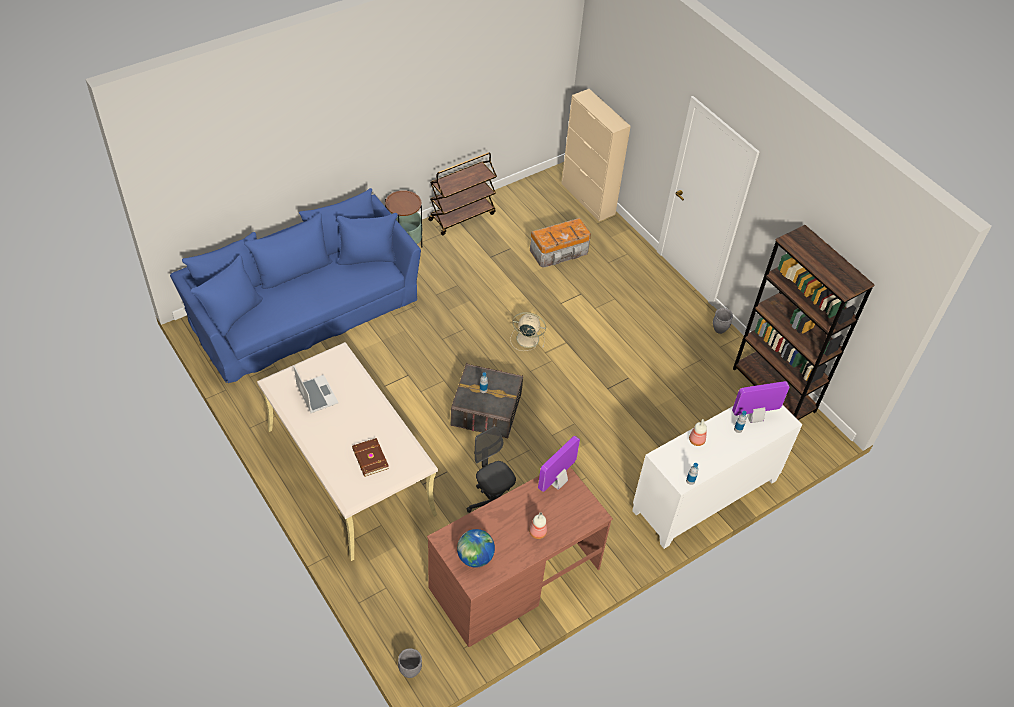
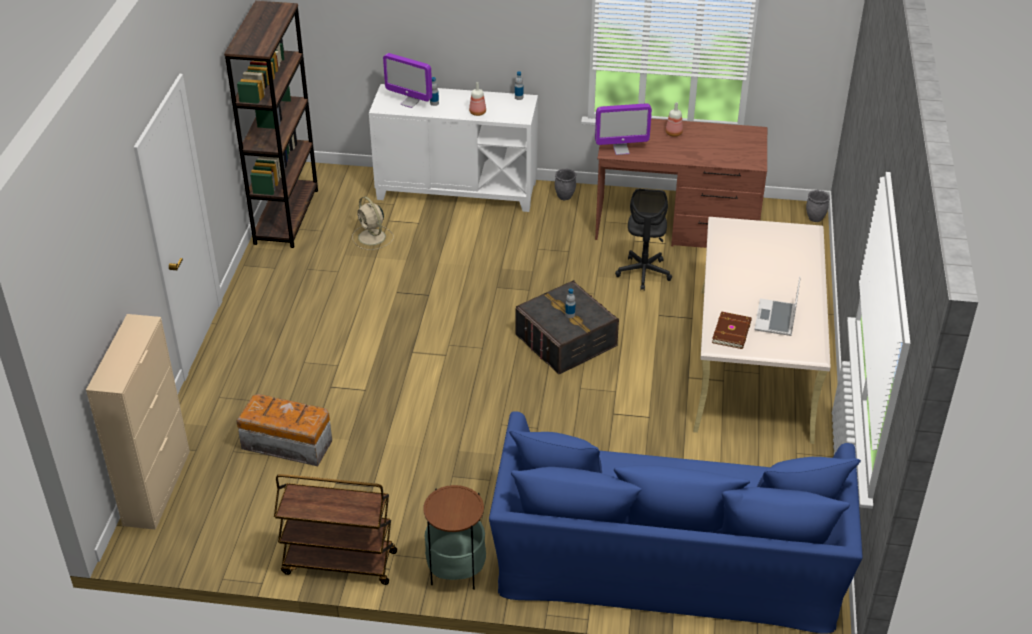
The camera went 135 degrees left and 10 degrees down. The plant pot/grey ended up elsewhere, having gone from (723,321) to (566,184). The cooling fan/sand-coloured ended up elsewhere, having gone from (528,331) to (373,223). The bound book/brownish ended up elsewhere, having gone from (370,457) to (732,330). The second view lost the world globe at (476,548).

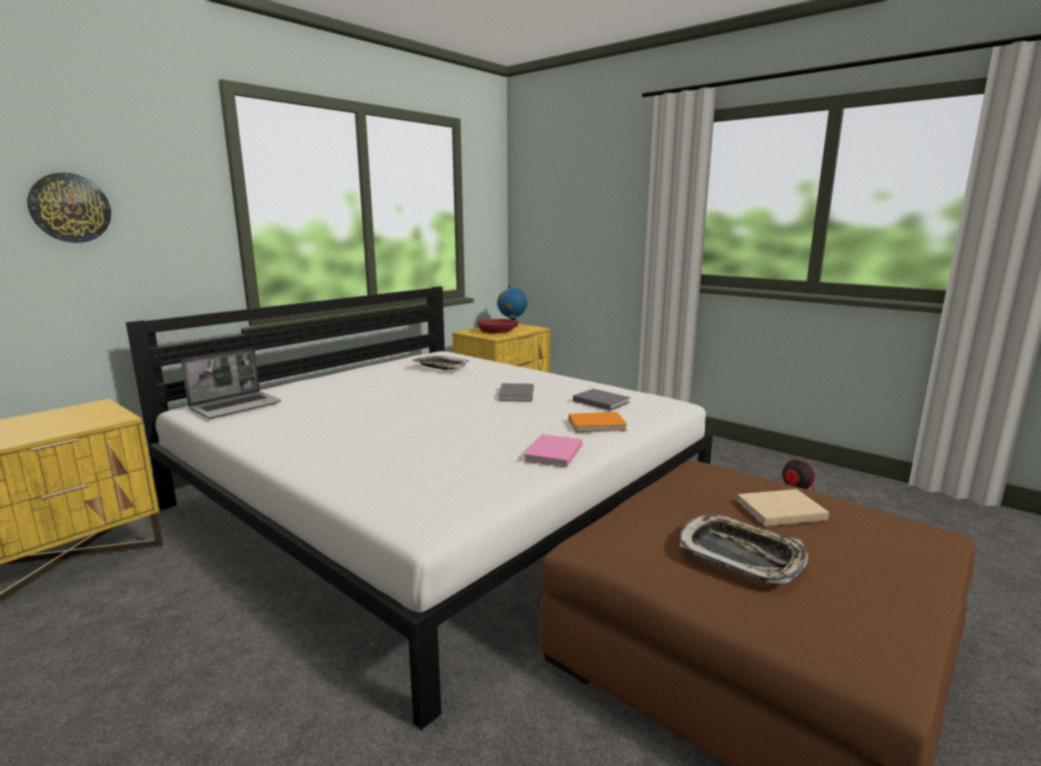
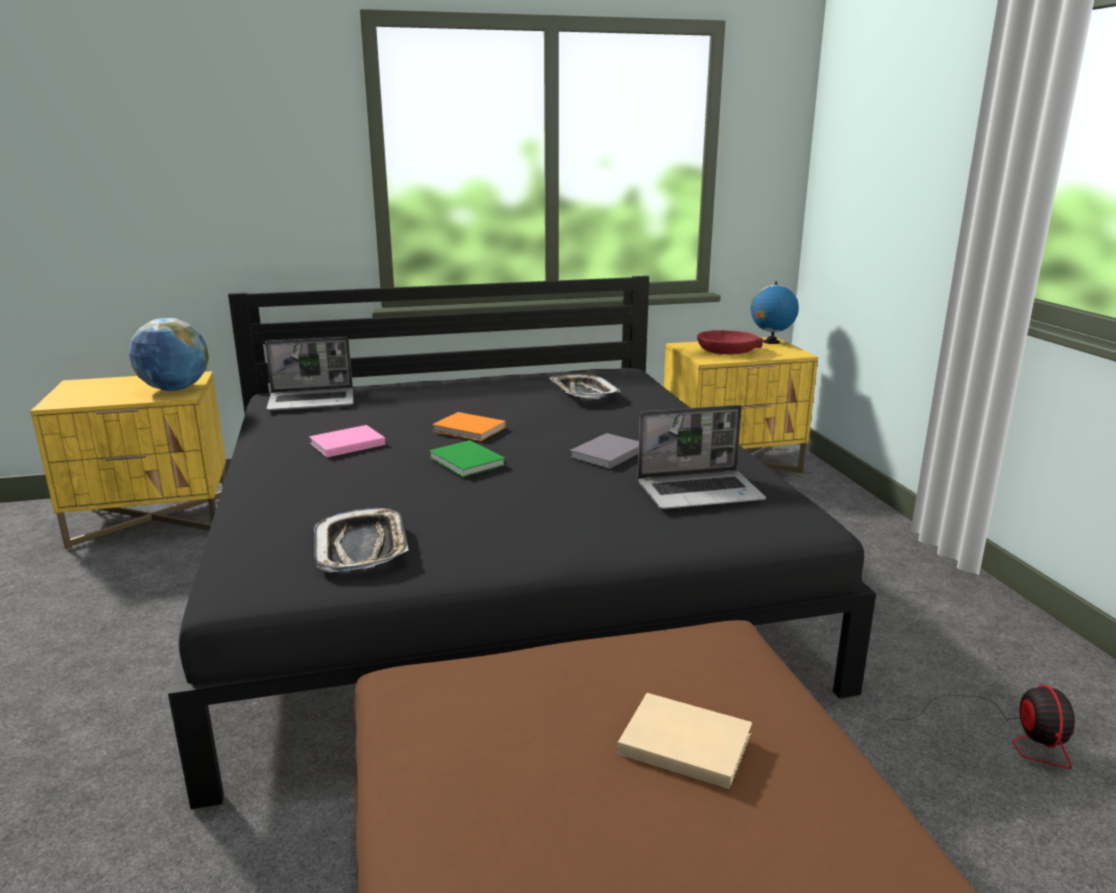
The camera went 35 degrees right and 5 degrees up. The second view lost the clock on the wall at (69,208). What was the sleeping bed/white at (419,508) turned into the sleeping bed/black-coloured at (522,542). Where the bound book/grey stood at (601,400), the notebook computer came to stand at (701,457). The bound book/orangey ended up elsewhere, having gone from (598,422) to (469,426). The bound book/pinkish ended up elsewhere, having gone from (552,450) to (347,441). The serving tray ended up elsewhere, having gone from (744,549) to (361,540). The second view gained the world globe at (169,354). The second view gained the bound book/greenish at (467,459).

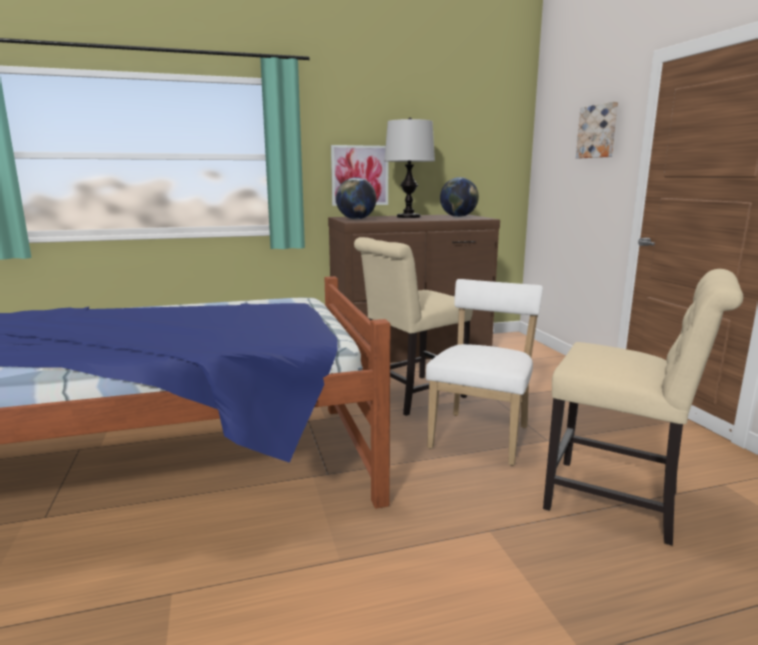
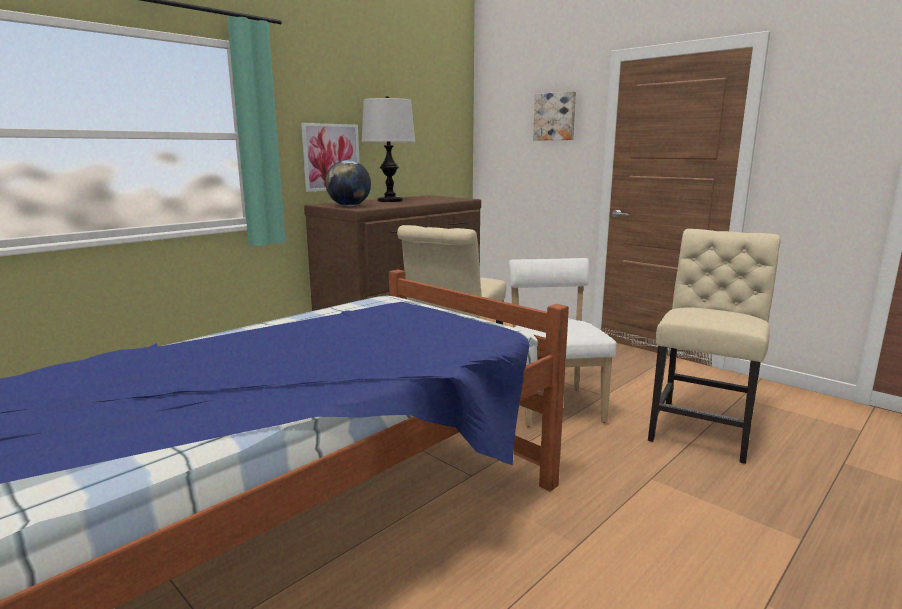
The camera went 30 degrees left and 0 degrees up. The second view lost the world globe at (459,197). The plain chair/sand-coloured at (643,407) ended up facing another way, 60 degrees counterclockwise from before.

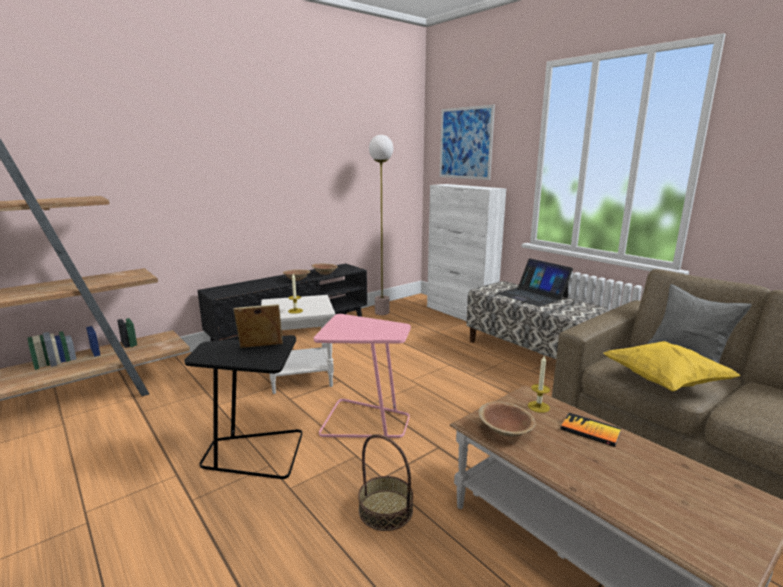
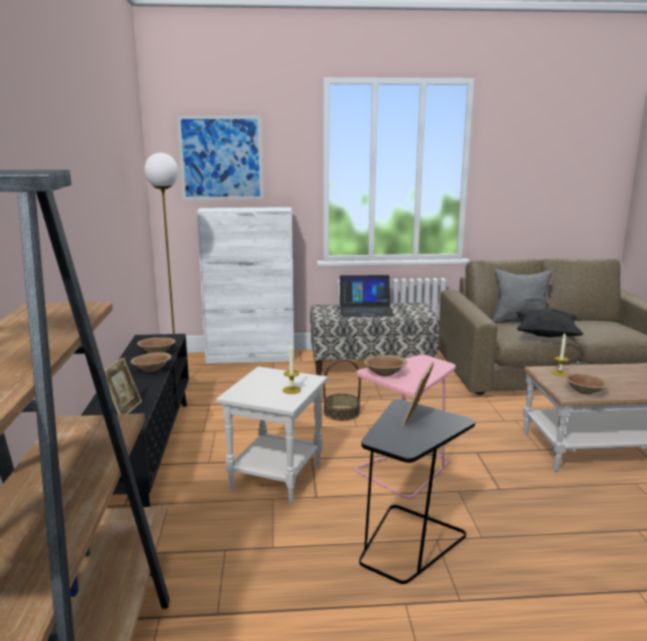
The camera went 55 degrees left and 0 degrees up. What was the cushion/yellowish at (672,366) turned into the cushion/black-coloured at (550,322). The second view lost the bound book at (591,430). The storage basket ended up elsewhere, having gone from (385,482) to (342,390). The second view gained the bowl/brownish at (385,365). The second view gained the picture frame at (123,385).

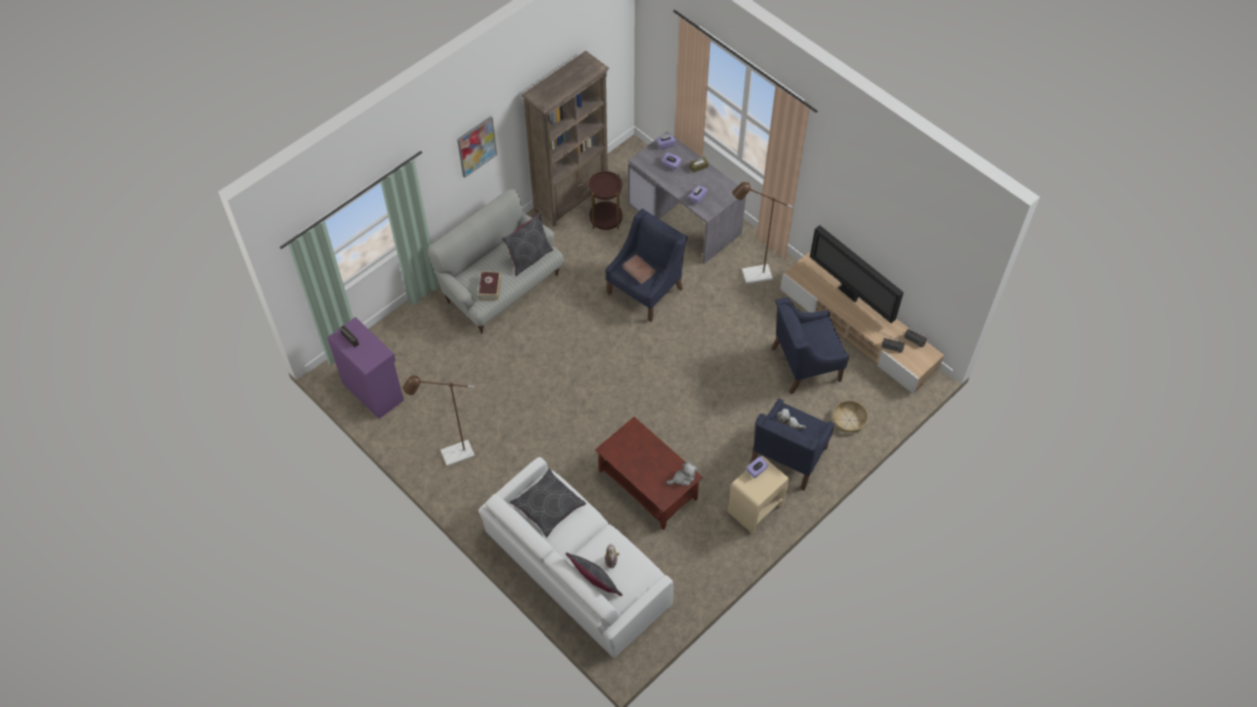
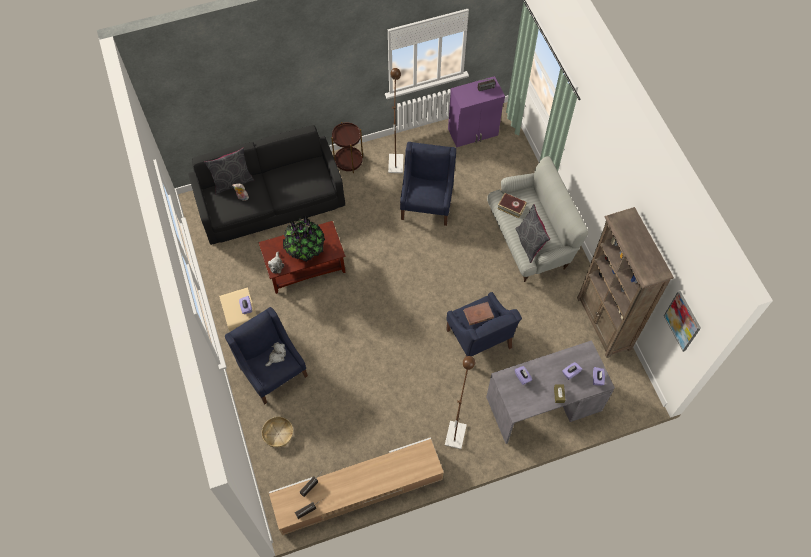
The camera went 115 degrees right and 5 degrees up. The picture ended up elsewhere, having gone from (477,147) to (682,321). The side table/brownish ended up elsewhere, having gone from (605,200) to (347,147). The second view lost the TV at (857,274). The easy chair/blue-coloured ended up elsewhere, having gone from (810,345) to (428,184). What was the settee/white at (575,557) turned into the settee/black-coloured at (267,185). The second view lost the cushion/grey at (548,503). The second view gained the potted plant at (304,239).

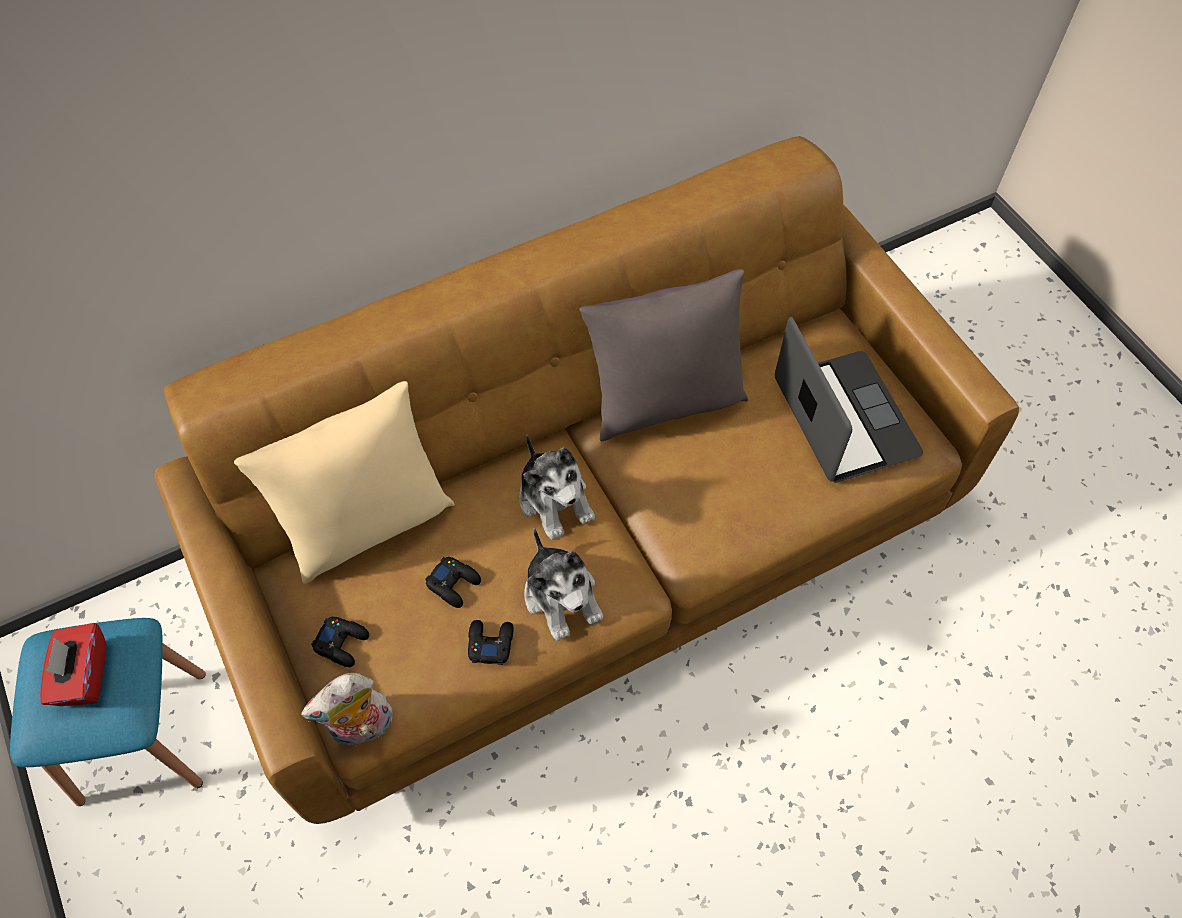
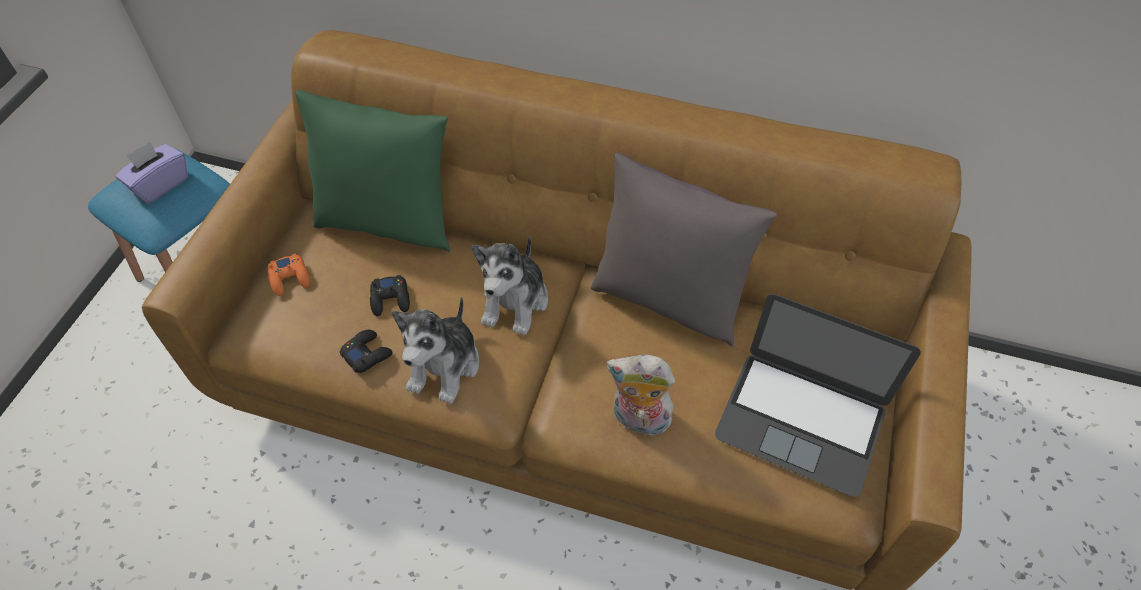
The camera went 45 degrees right and 5 degrees down. The notebook computer at (849,400) ended up facing another way, 90 degrees clockwise from before. What was the cushion/sand-coloured at (344,482) turned into the cushion/greenish at (372,171). What was the joypad/black-coloured at (340,642) turned into the joypad/orangey at (289,275). What was the tissue holder/reddish at (73,664) turned into the tissue holder/purple-coloured at (151,172). The soft toy ended up elsewhere, having gone from (346,710) to (640,397).

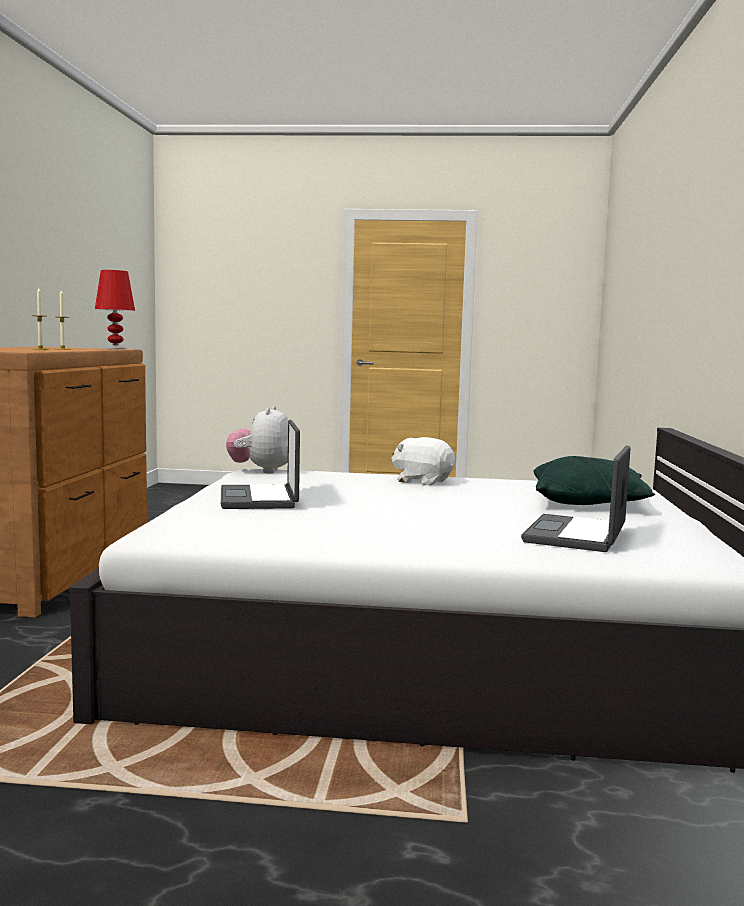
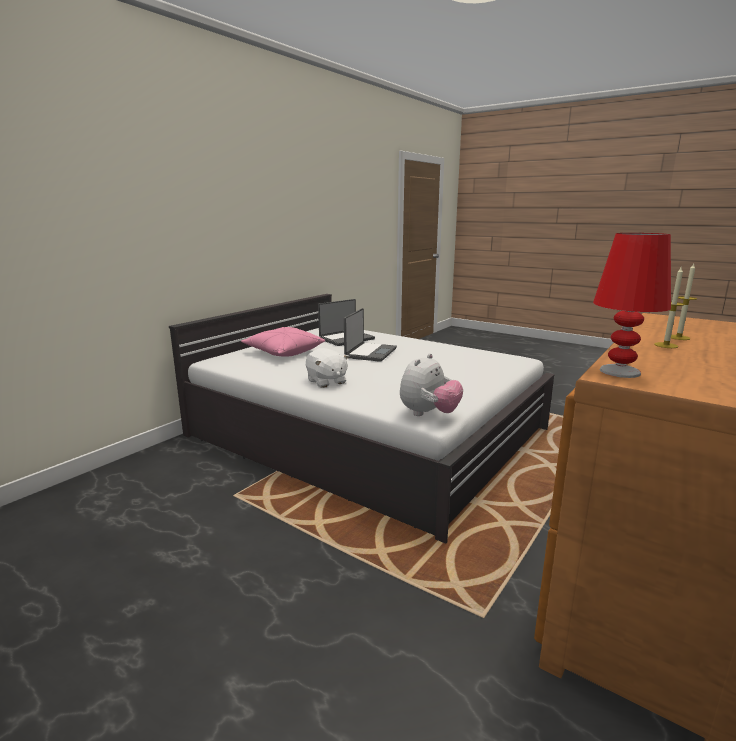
The camera went 150 degrees left and 10 degrees up. The notebook computer ended up elsewhere, having gone from (260,464) to (370,335). What was the cushion/greenish at (594,480) turned into the cushion/pinkish at (283,342).

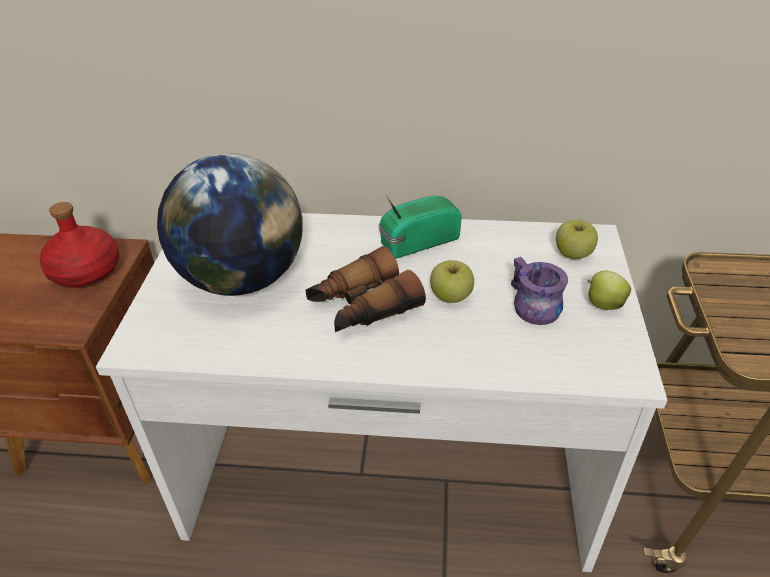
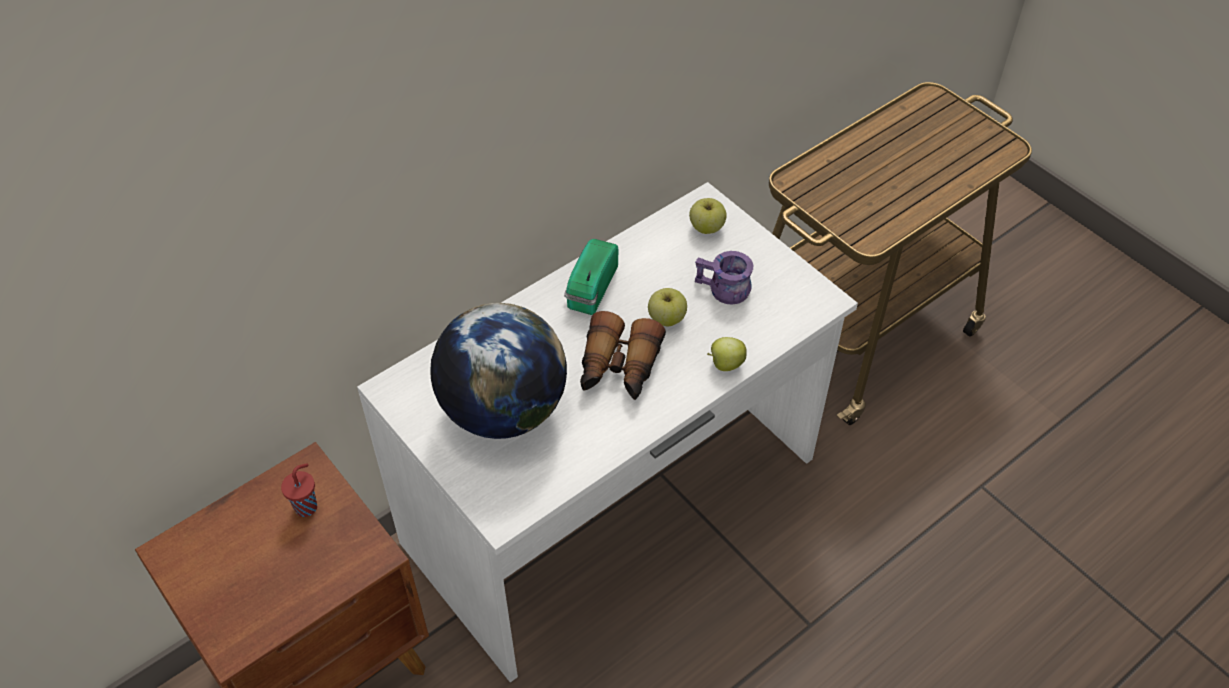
The camera went 45 degrees left and 10 degrees up. Where the drink bottle/reddish stood at (80,245), the small cup/reddish came to stand at (299,490). The apple ended up elsewhere, having gone from (609,290) to (727,354).

